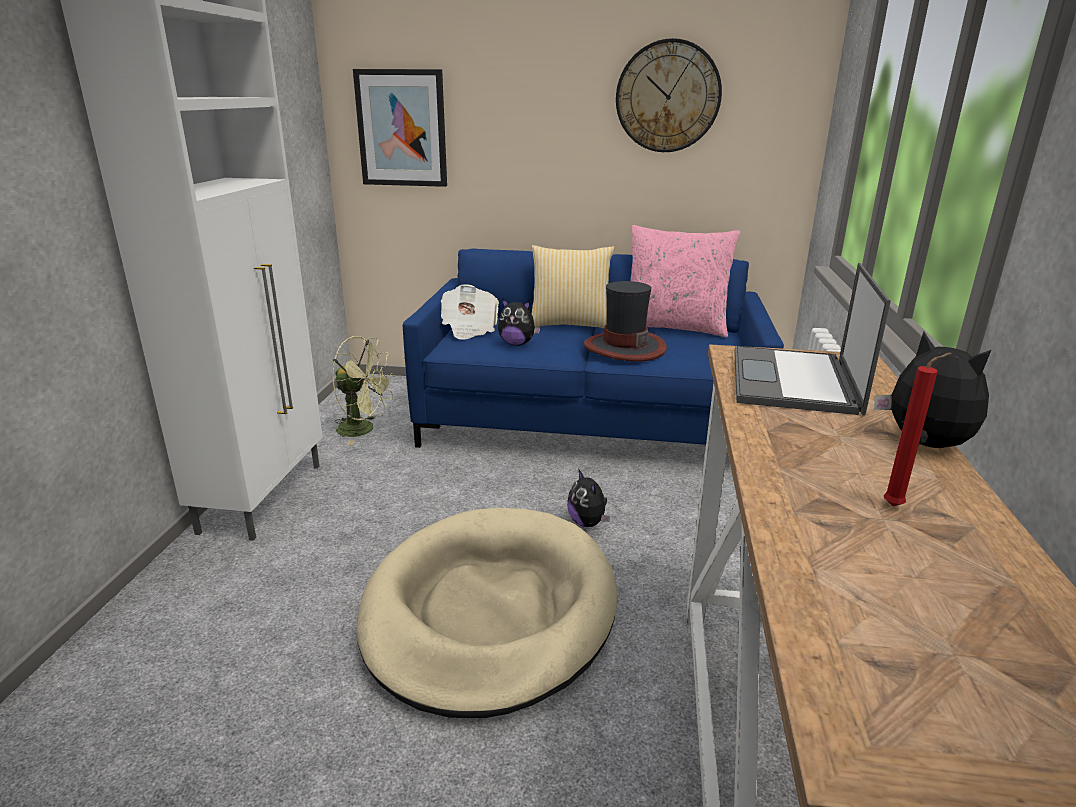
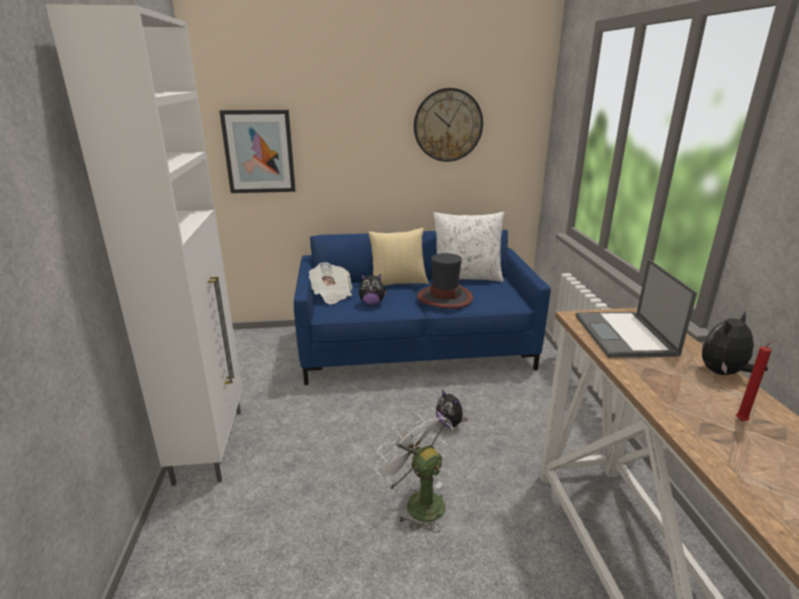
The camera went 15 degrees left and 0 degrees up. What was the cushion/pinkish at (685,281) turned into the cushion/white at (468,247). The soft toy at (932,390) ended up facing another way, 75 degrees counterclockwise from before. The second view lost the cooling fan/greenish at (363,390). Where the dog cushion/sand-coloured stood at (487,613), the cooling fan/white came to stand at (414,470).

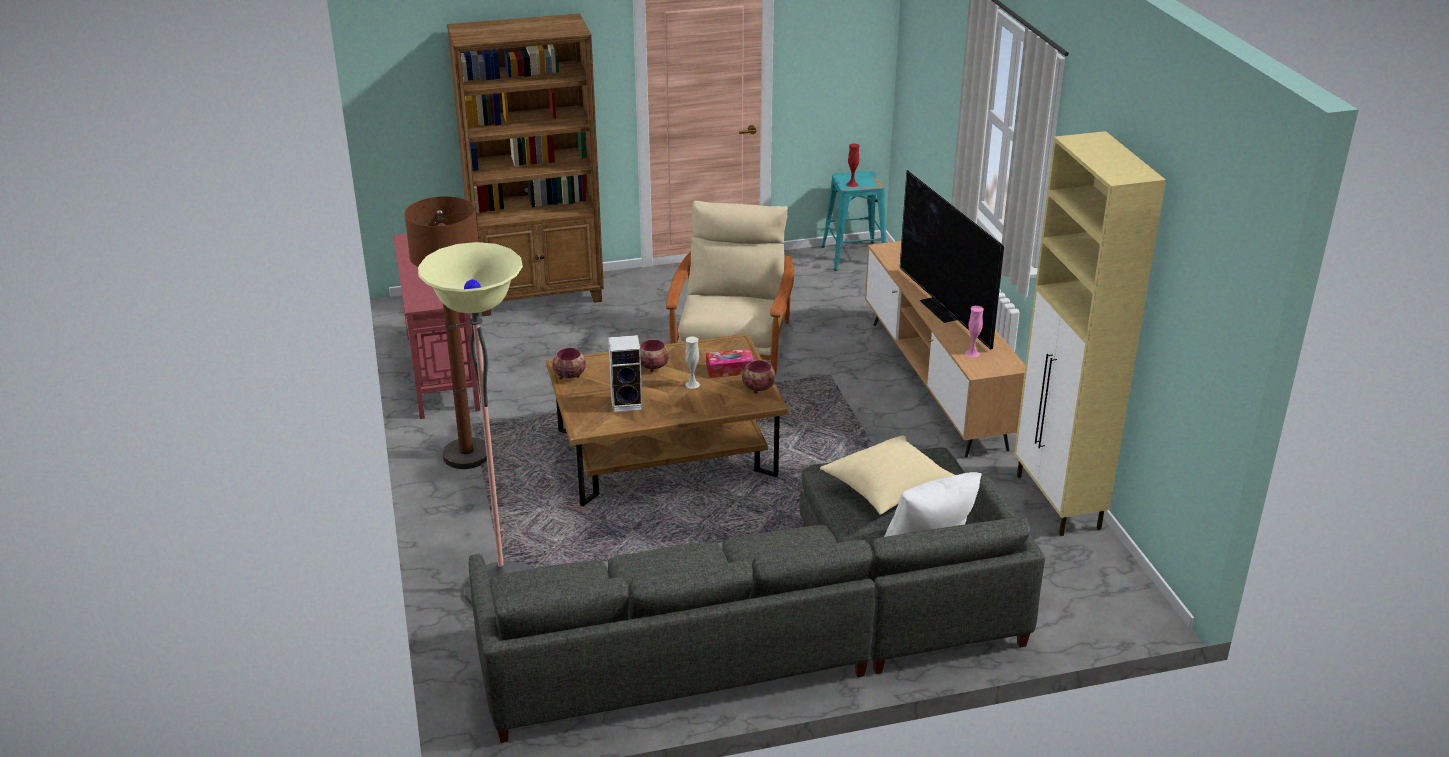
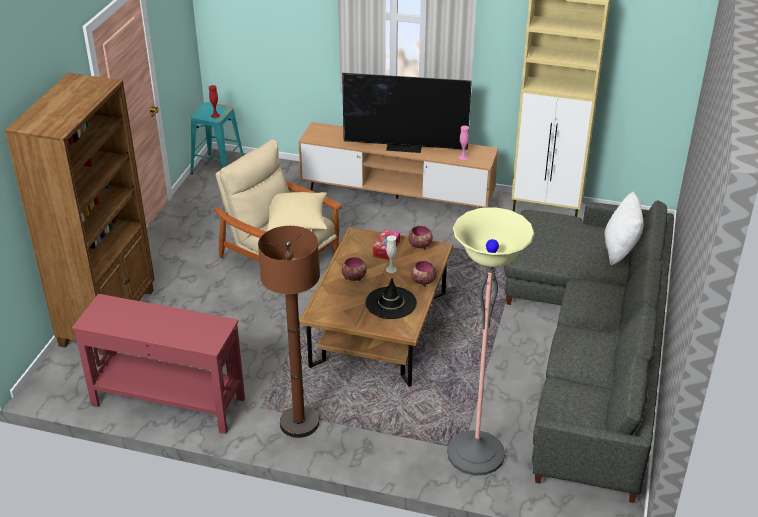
The camera went 60 degrees left and 5 degrees up. Where the loudspeaker stood at (625,374), the wearable hat/black-coloured came to stand at (391,298). The bowl ended up elsewhere, having gone from (569,363) to (424,274). The cushion/sand-coloured ended up elsewhere, having gone from (887,475) to (297,211).

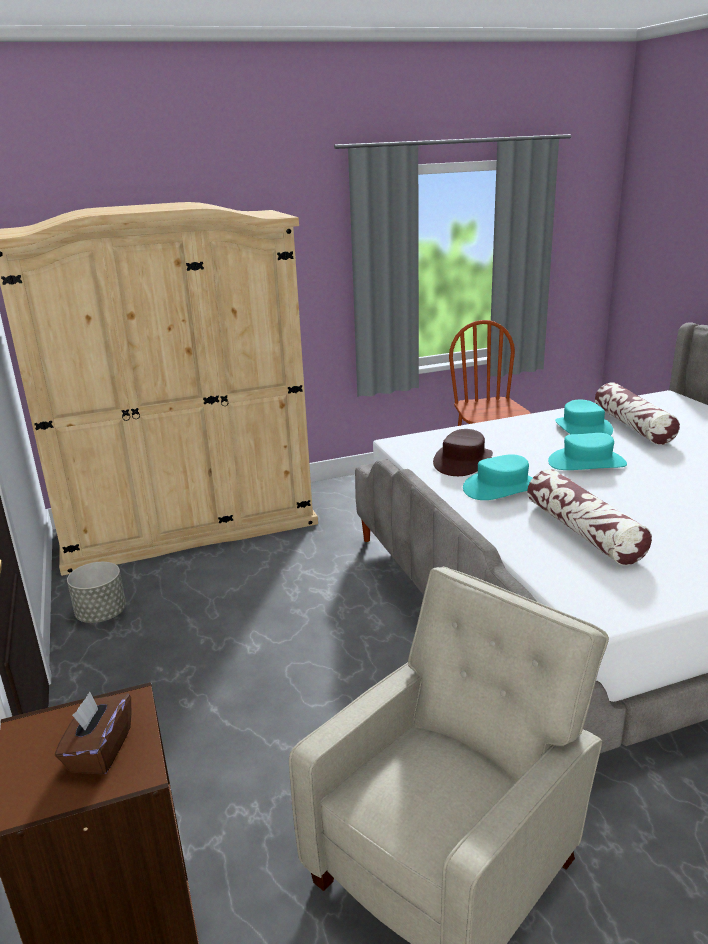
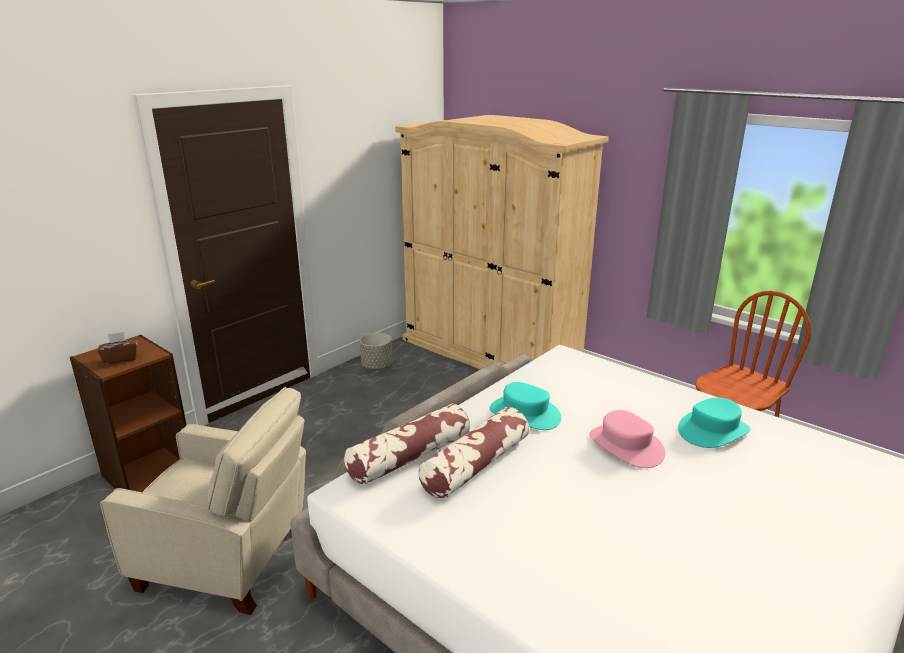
The camera went 60 degrees right and 0 degrees up. The cushion ended up elsewhere, having gone from (637,414) to (407,444). The second view lost the wearable hat/brownish at (463,452). What was the wearable hat/turquoise-coloured at (587,451) turned into the wearable hat/pinkish at (627,439).

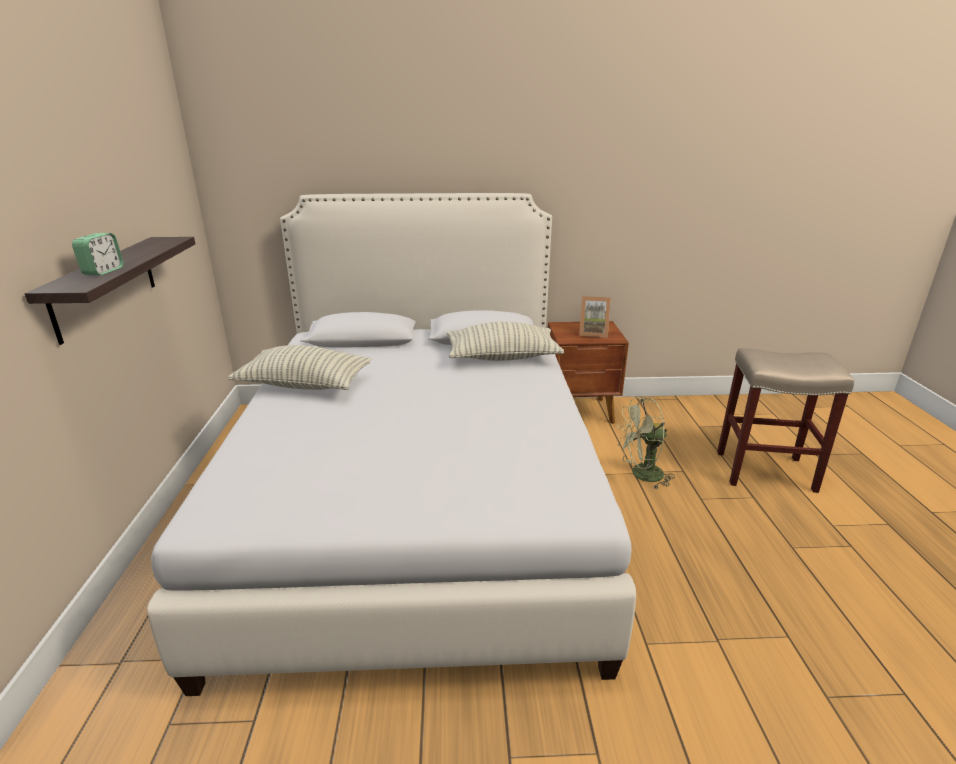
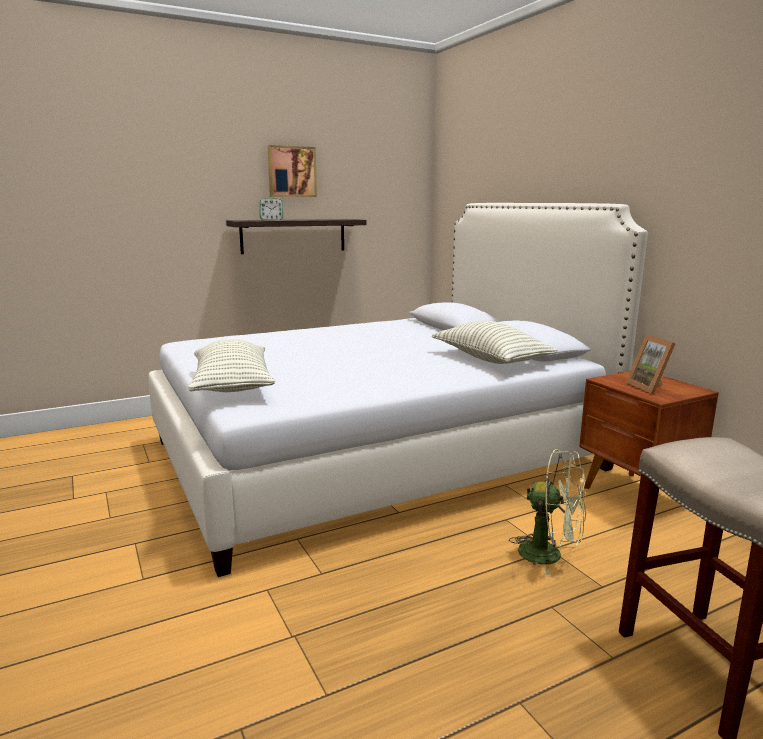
The camera went 65 degrees right and 10 degrees down. The cushion ended up elsewhere, having gone from (299,367) to (231,365). The cooling fan/greenish at (646,443) ended up facing another way, 150 degrees clockwise from before. The second view gained the picture at (292,171).

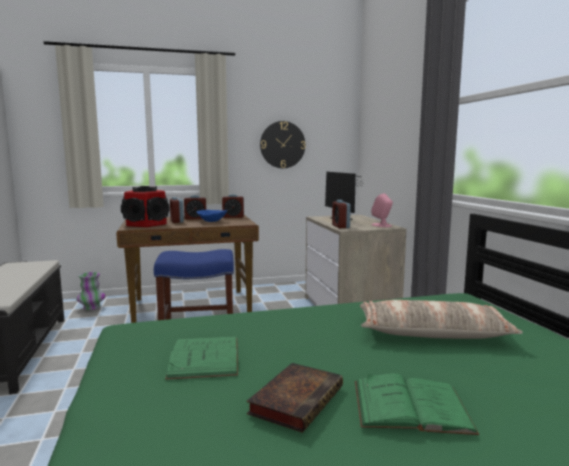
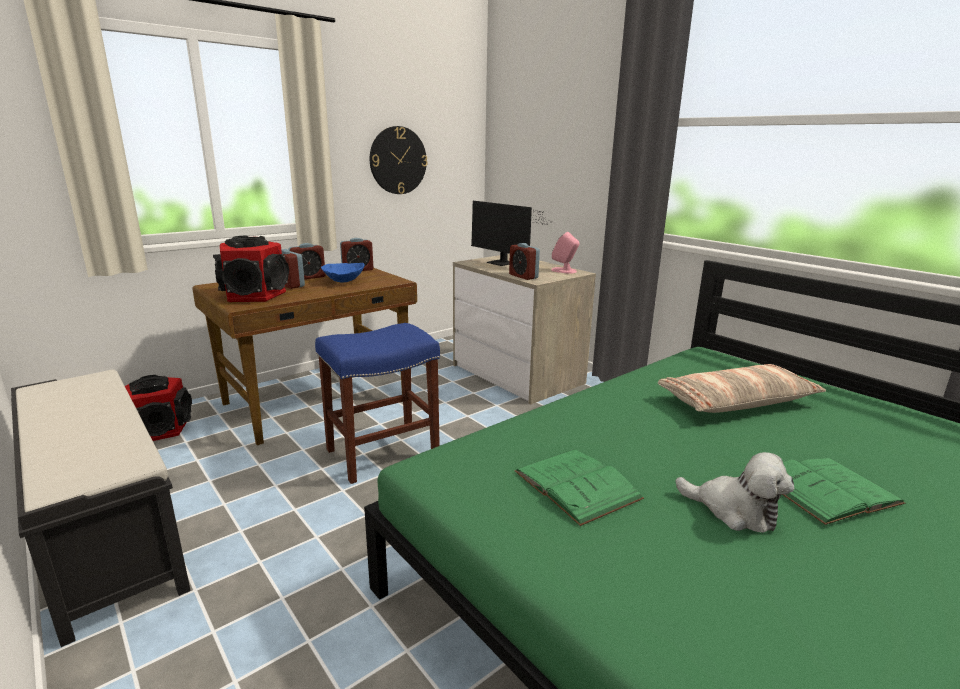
The camera went 25 degrees left and 10 degrees up. Where the vase stood at (90,291), the loudspeaker came to stand at (158,408). Where the bound book stood at (295,398), the soft toy came to stand at (734,492).

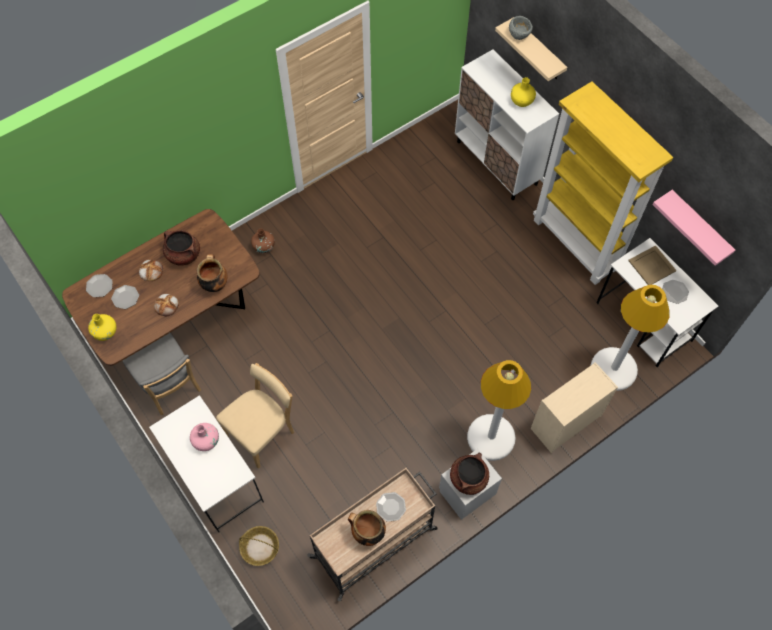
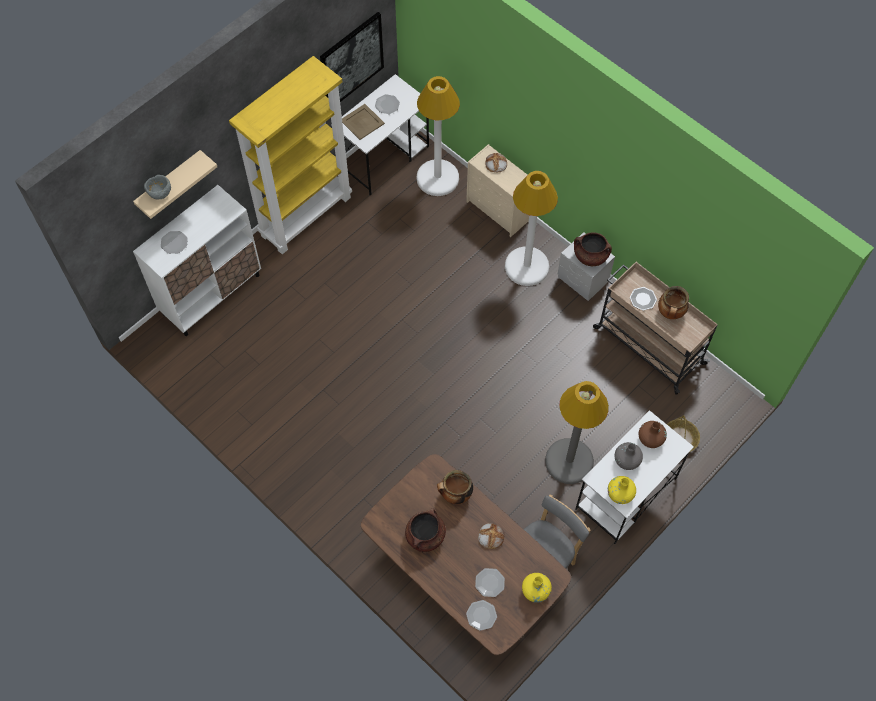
The camera went 100 degrees left and 0 degrees up. The vase/yellowish ended up elsewhere, having gone from (523,92) to (622,490). Where the wall shelf/pinkish hung at (693,228), the picture came to hang at (352,57). The vase/brownish ended up elsewhere, having gone from (263,241) to (653,434). The bakery bread ended up elsewhere, having gone from (151,270) to (496,162). Where the plain chair/sand-coloured stood at (255,416), the standing lamp/grey came to stand at (577,432). What was the vase/pinkish at (204,437) turned into the vase/grey at (628,456). The second view gained the dinner plate at (174,242).

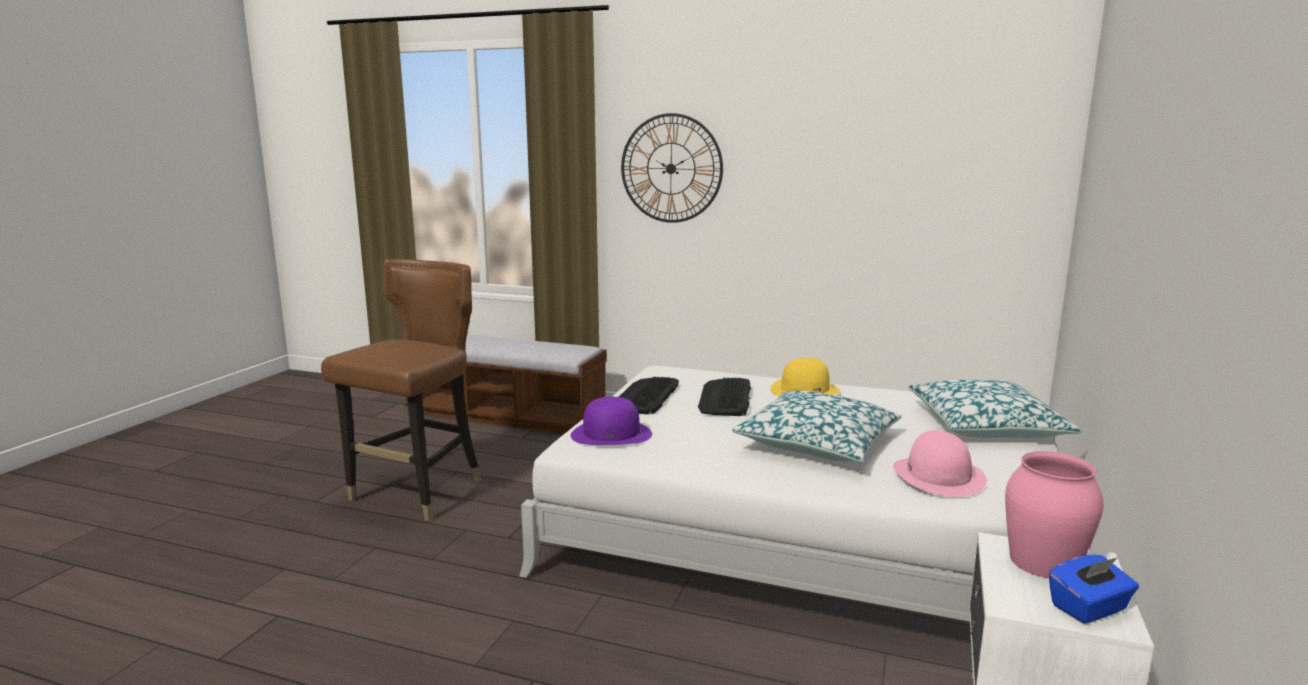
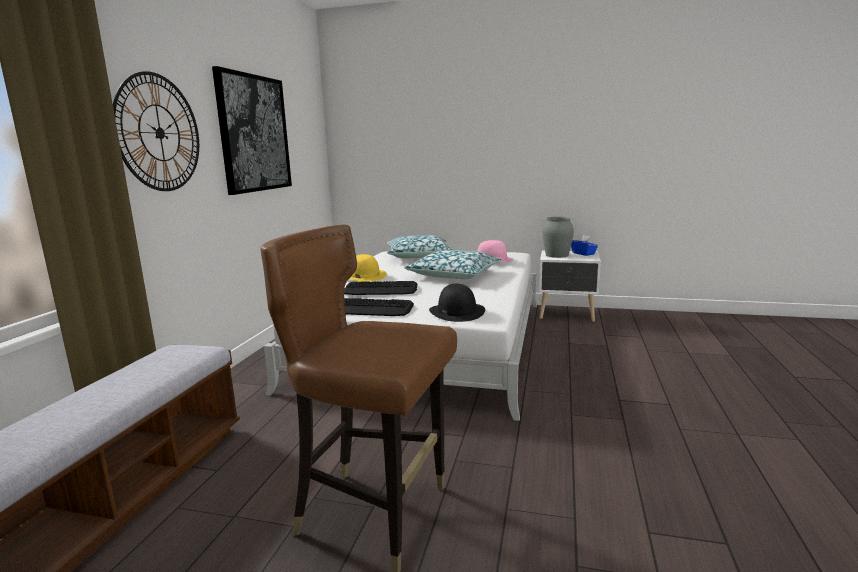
The camera went 95 degrees left and 0 degrees up. What was the wearable hat/purple-coloured at (611,421) turned into the wearable hat/black-coloured at (457,303). What was the vase/pinkish at (1054,514) turned into the vase/grey at (558,237). The second view gained the picture at (252,130).

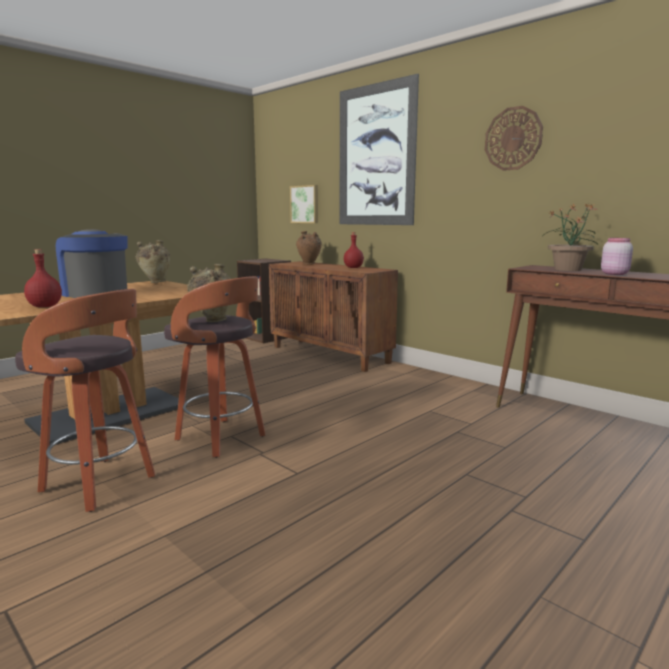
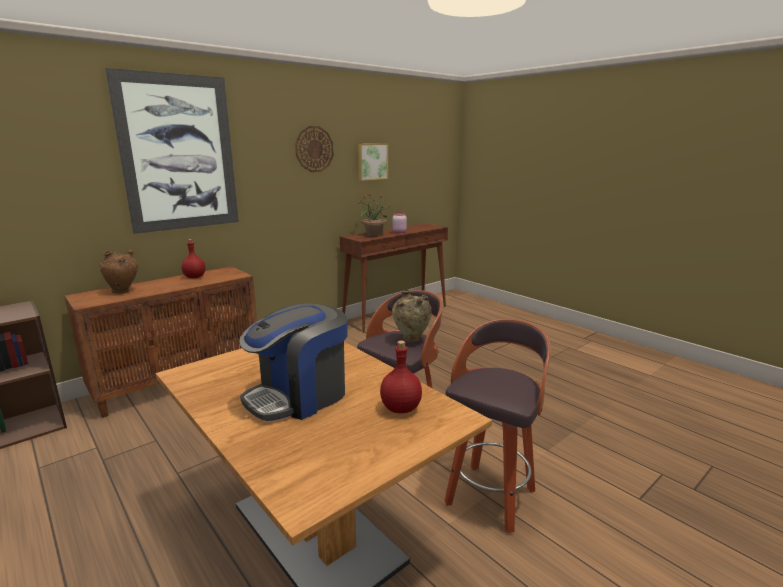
The camera went 85 degrees left and 5 degrees up. The picture ended up elsewhere, having gone from (304,204) to (373,162). The second view lost the vase/sand-coloured at (153,261).

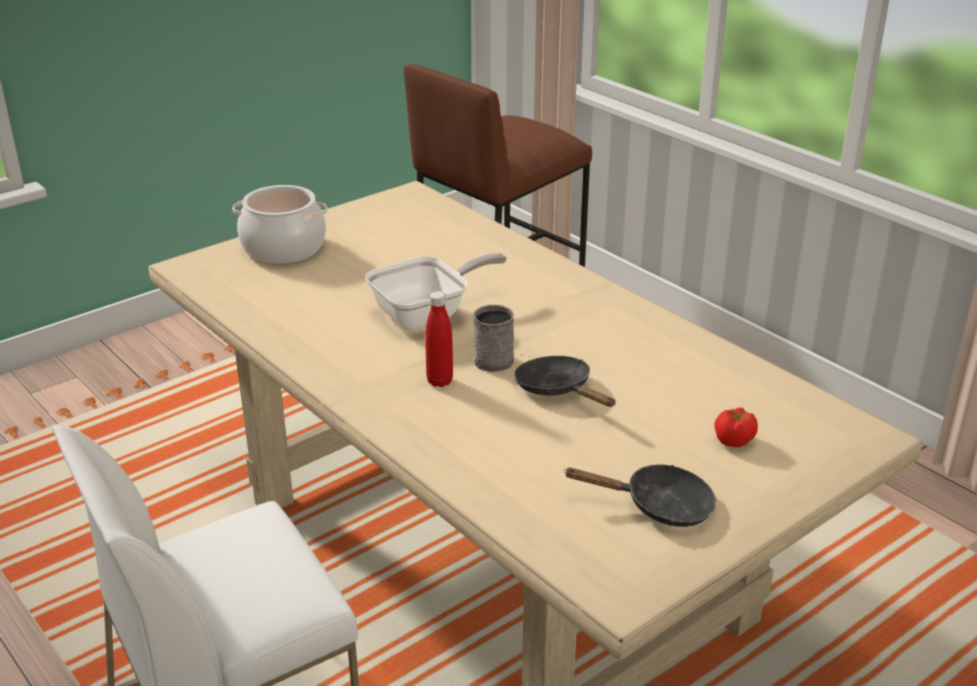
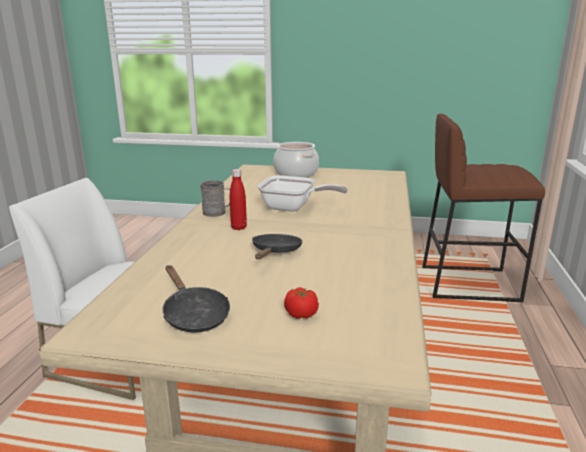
The camera went 50 degrees right and 10 degrees down. The tea mug/grey ended up elsewhere, having gone from (493,338) to (215,198).

